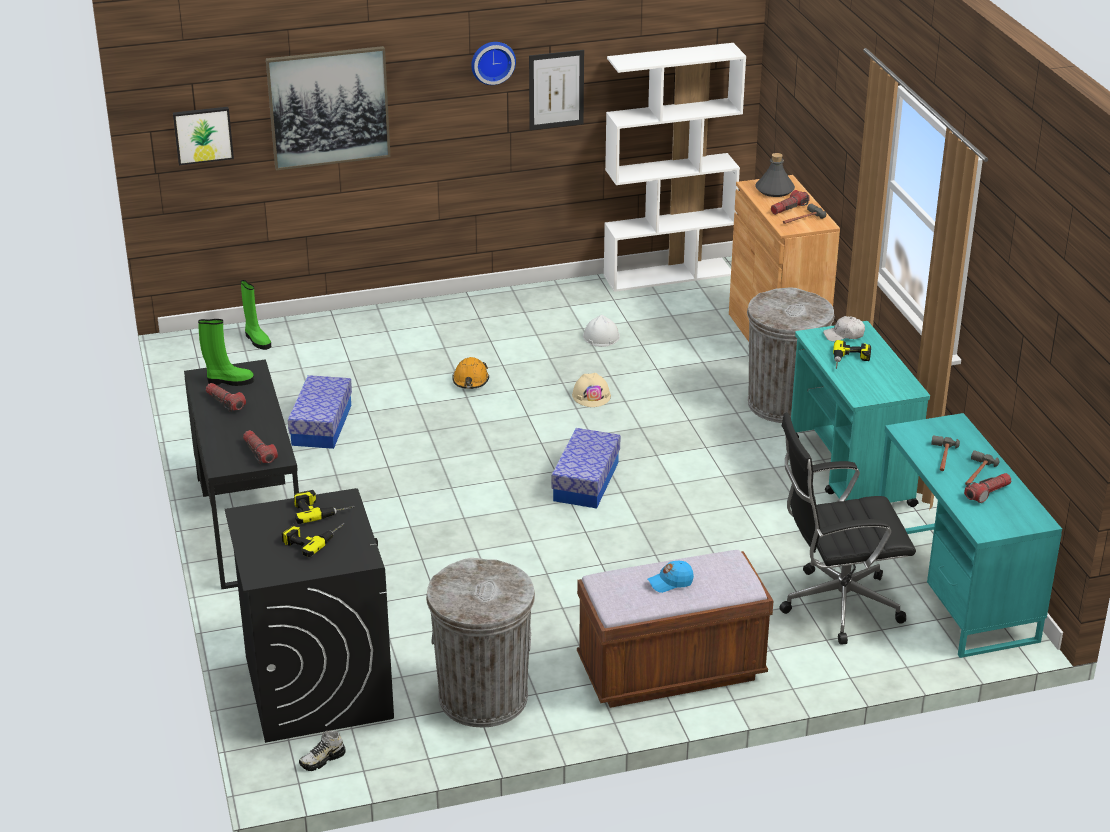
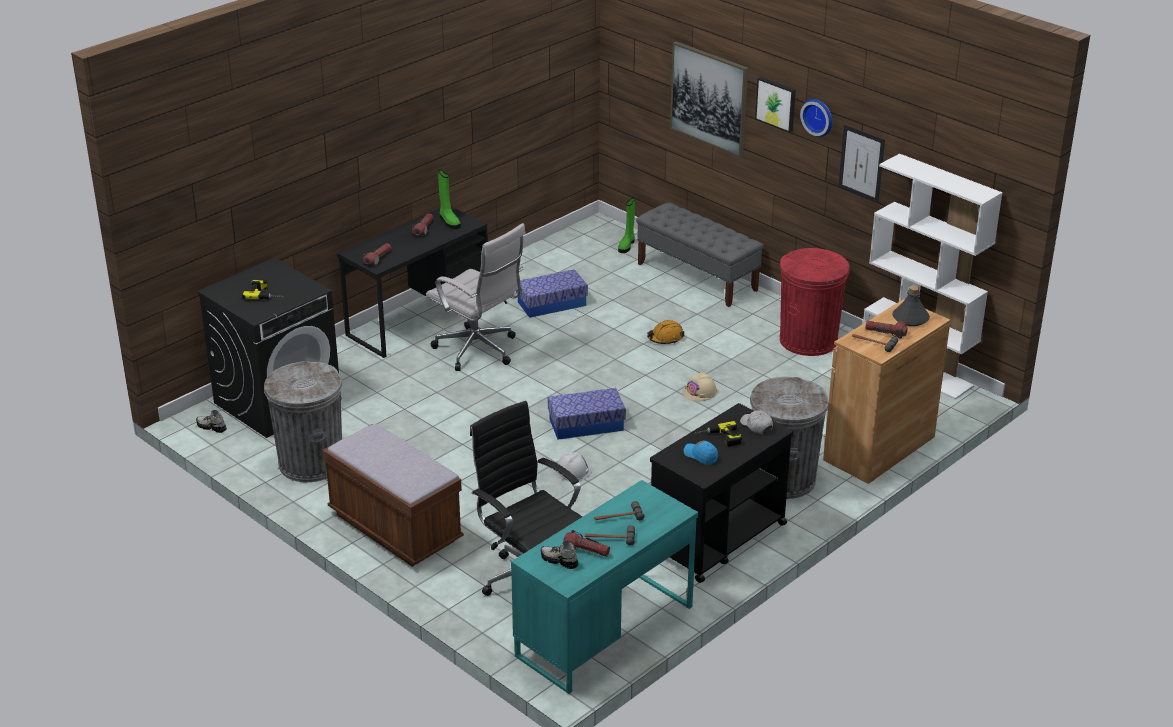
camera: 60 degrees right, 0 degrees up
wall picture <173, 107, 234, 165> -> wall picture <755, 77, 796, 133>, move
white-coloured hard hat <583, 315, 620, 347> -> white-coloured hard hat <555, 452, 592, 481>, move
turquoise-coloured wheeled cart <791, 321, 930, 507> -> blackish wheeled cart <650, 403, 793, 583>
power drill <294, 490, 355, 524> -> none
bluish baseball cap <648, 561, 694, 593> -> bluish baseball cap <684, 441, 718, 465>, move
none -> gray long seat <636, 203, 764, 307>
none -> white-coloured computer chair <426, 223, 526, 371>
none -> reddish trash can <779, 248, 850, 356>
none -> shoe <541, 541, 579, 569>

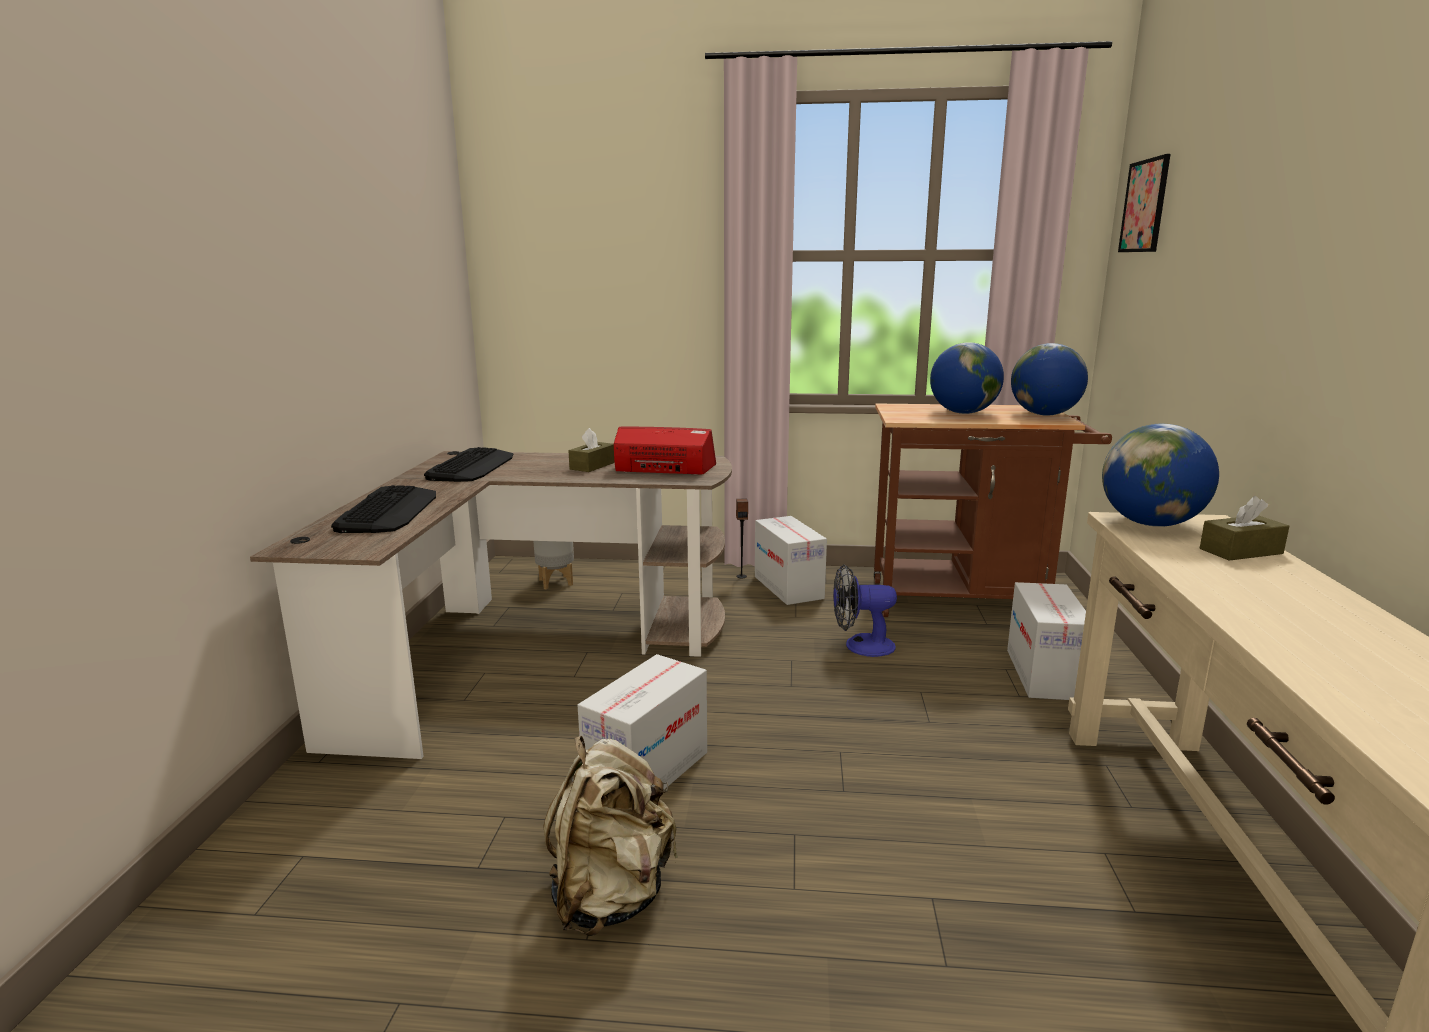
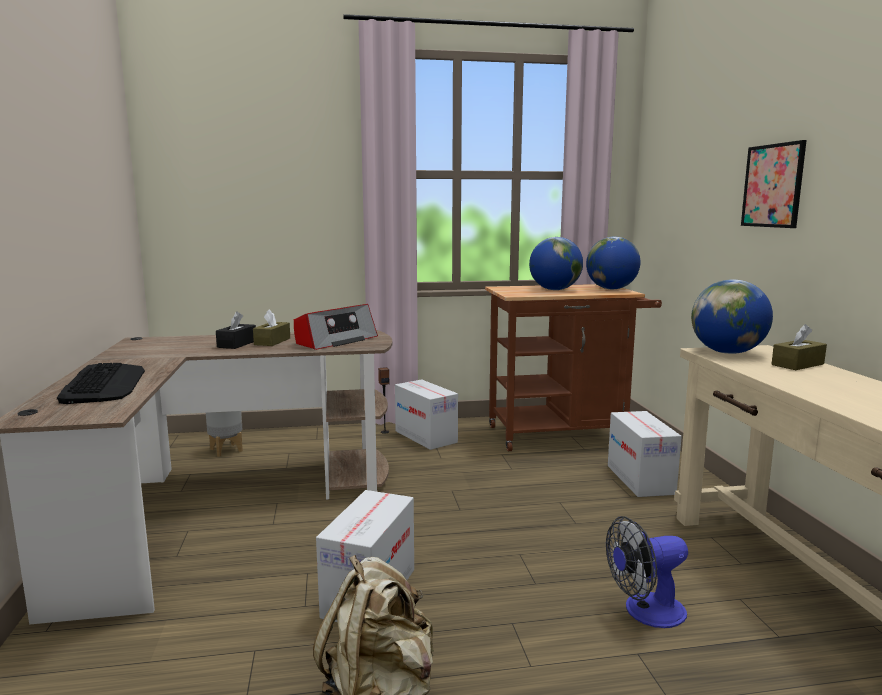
camera: 15 degrees left, 5 degrees down
wall picture <1118, 154, 1171, 252> -> wall picture <741, 140, 807, 228>, move
radio <614, 427, 716, 475> -> radio <294, 304, 378, 350>, 135 degrees clockwise
computer keyboard <424, 447, 513, 482> -> none
cooling fan <833, 565, 897, 657> -> cooling fan <606, 516, 688, 628>, move
none -> blackish tissue holder <216, 311, 256, 349>

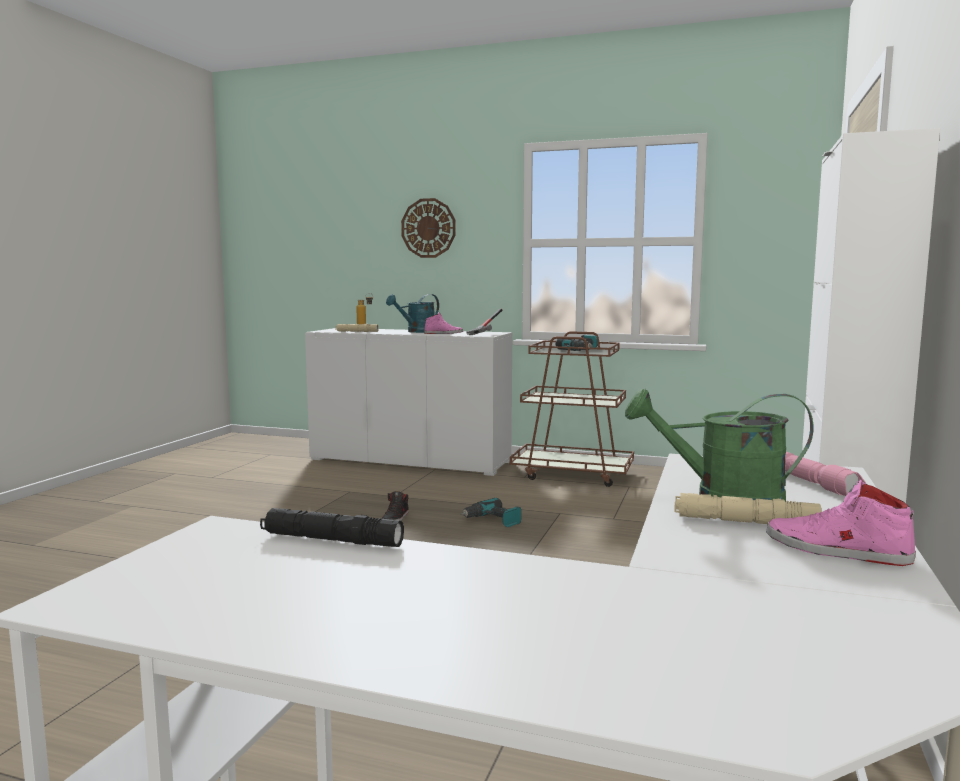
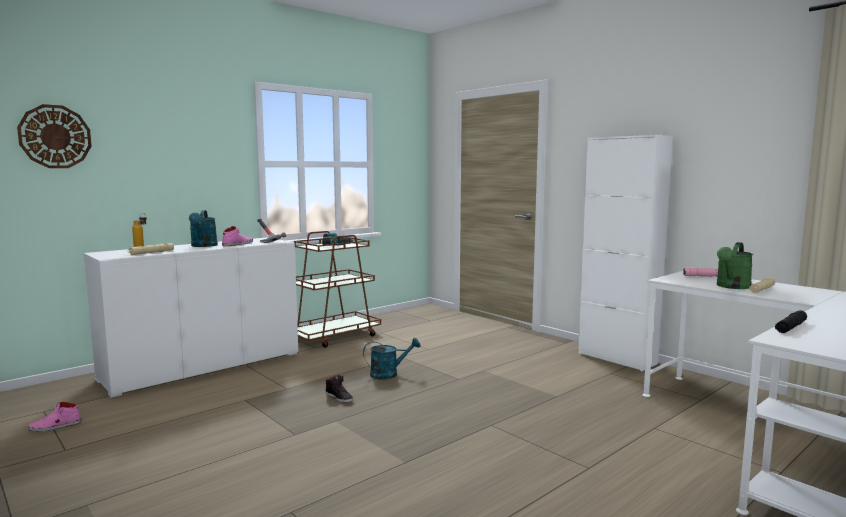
camera: 60 degrees left, 0 degrees up
clock on the wall <401, 198, 456, 258> -> clock on the wall <17, 104, 92, 168>, move
pink-coloured shoe <766, 480, 916, 566> -> pink-coloured shoe <28, 401, 81, 432>, move
power drill <461, 498, 521, 527> -> turquoise-coloured sprinkling can <363, 338, 420, 380>

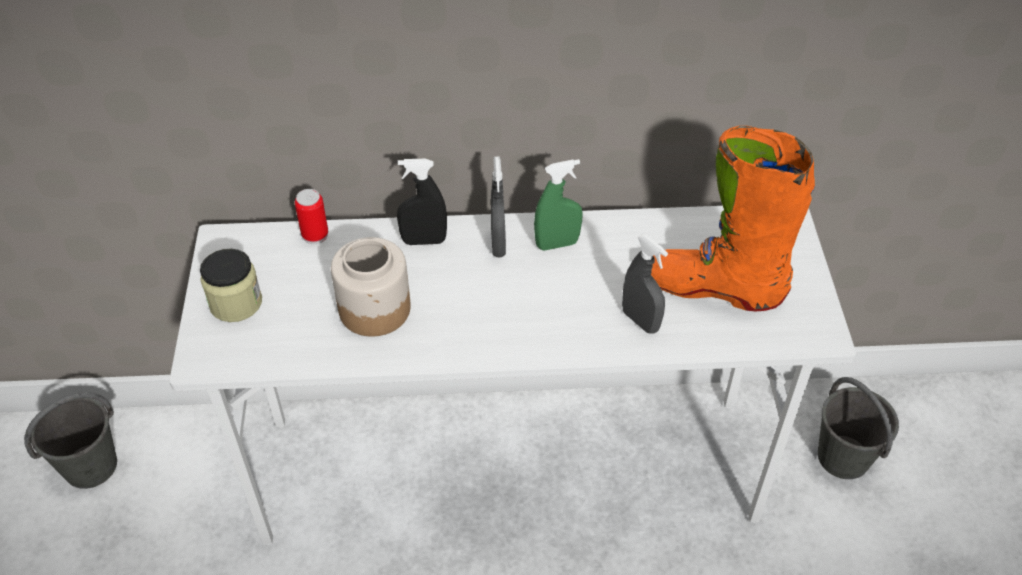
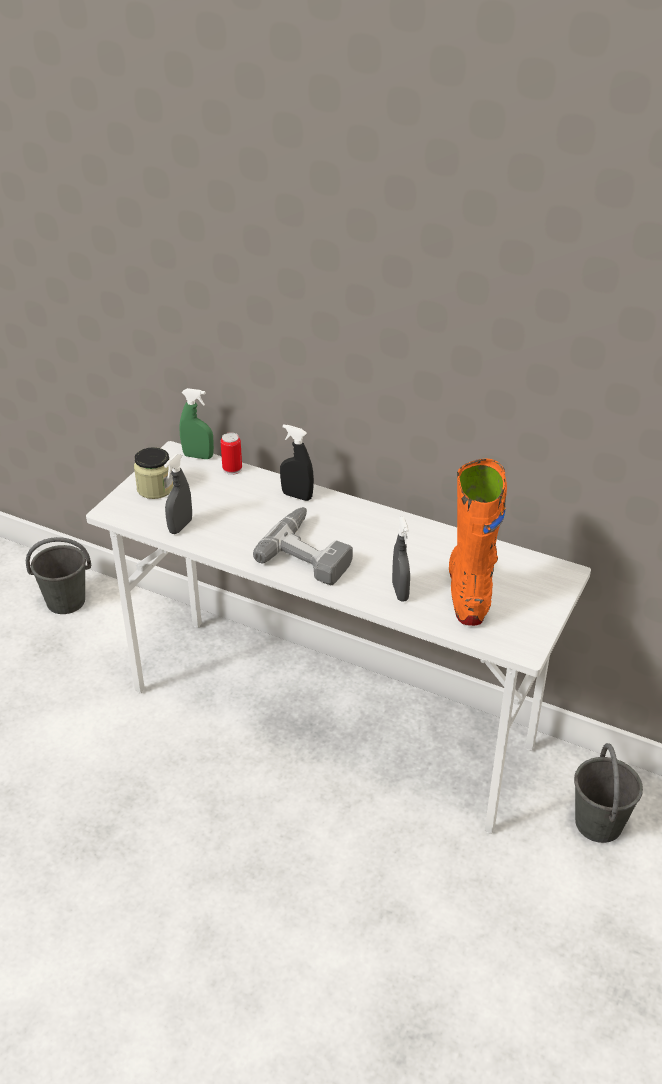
camera: 30 degrees right, 10 degrees down
orangey boot <651, 126, 815, 311> -> orangey boot <449, 459, 507, 626>, 45 degrees clockwise
gray spray bottle <491, 156, 506, 257> -> gray spray bottle <164, 454, 192, 534>, move
green-coloured spray bottle <534, 159, 583, 251> -> green-coloured spray bottle <179, 388, 214, 459>, move
preserve jar <331, 237, 411, 337> -> none
none -> power drill <253, 507, 353, 585>

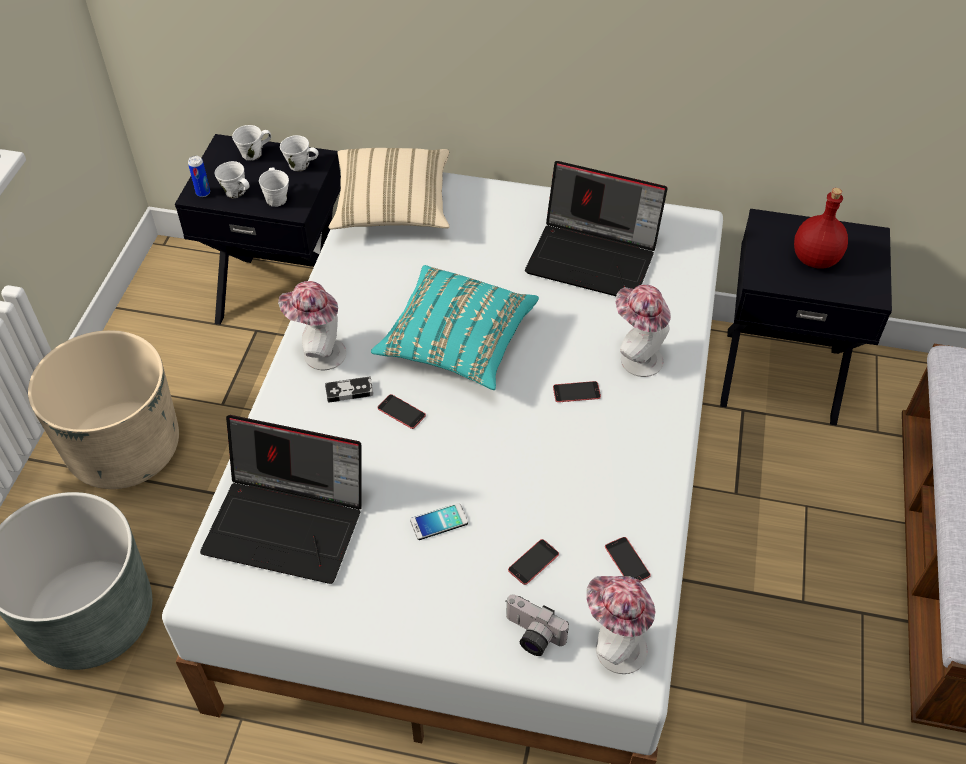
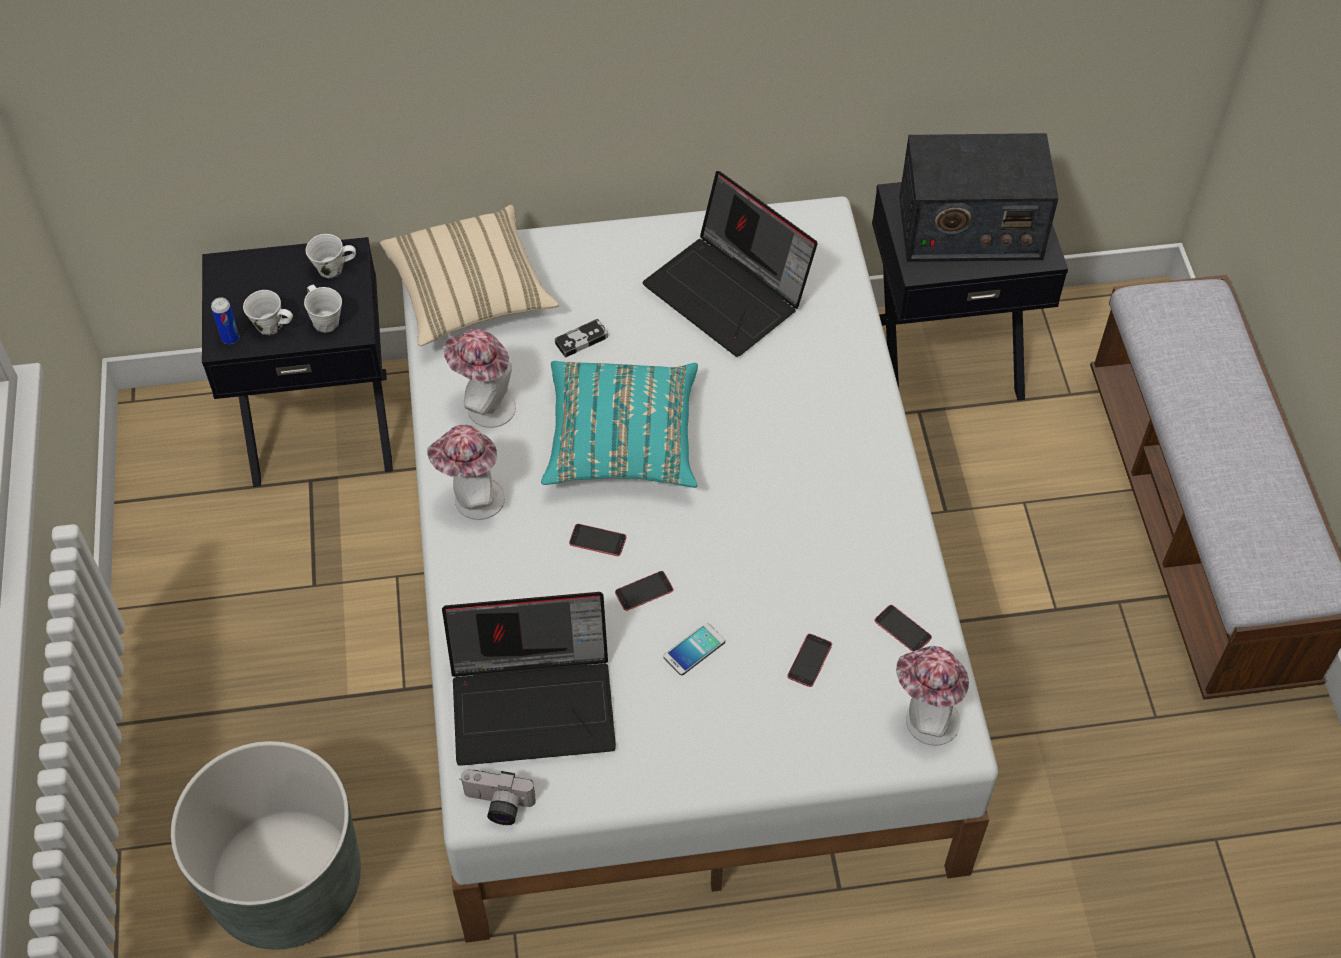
camera: 20 degrees left, 5 degrees up
white-coloured tea mug <232, 125, 271, 161> -> none
portable computer <525, 161, 668, 296> -> portable computer <642, 171, 818, 357>, 45 degrees clockwise
reddish drink bottle <794, 188, 848, 269> -> radio <899, 133, 1059, 262>
wearable hat <616, 284, 671, 377> -> wearable hat <443, 329, 516, 428>, move
sand-coloured planter <28, 330, 179, 489> -> none
game controller <325, 376, 373, 403> -> game controller <555, 319, 608, 358>, move
telephone <553, 381, 601, 402> -> telephone <615, 571, 673, 611>, move
photo camera <505, 594, 569, 656> -> photo camera <460, 769, 536, 825>, move

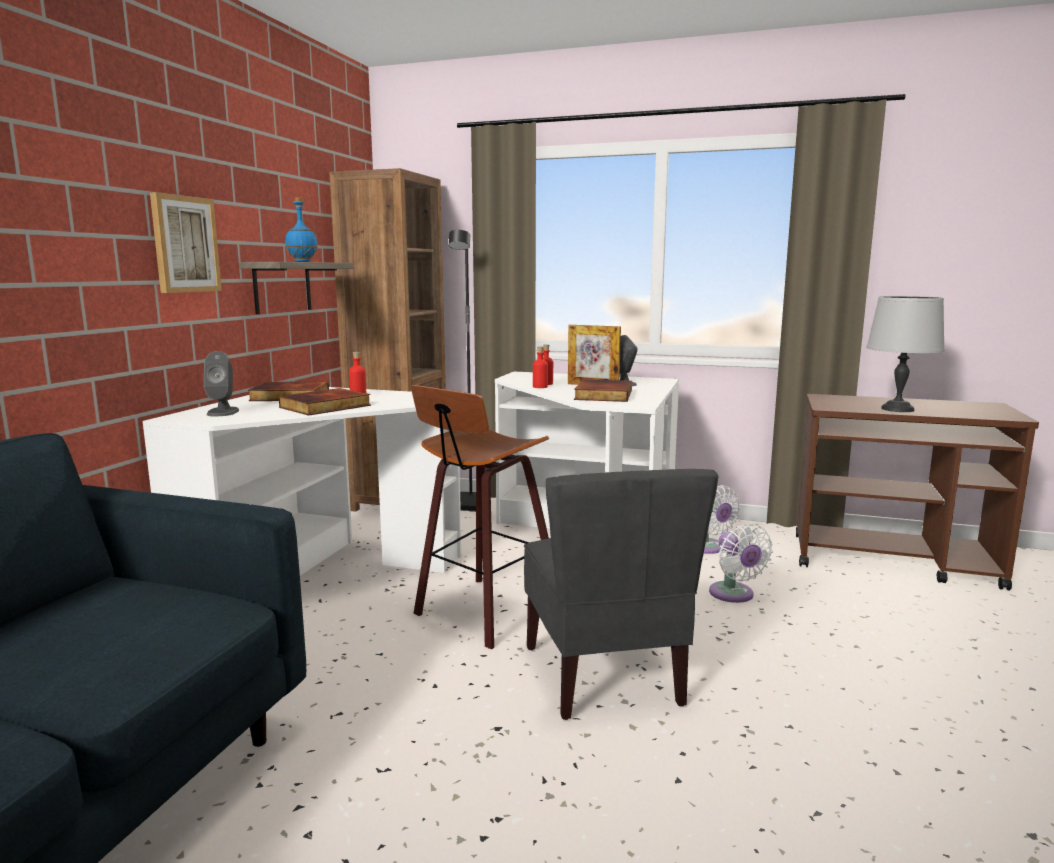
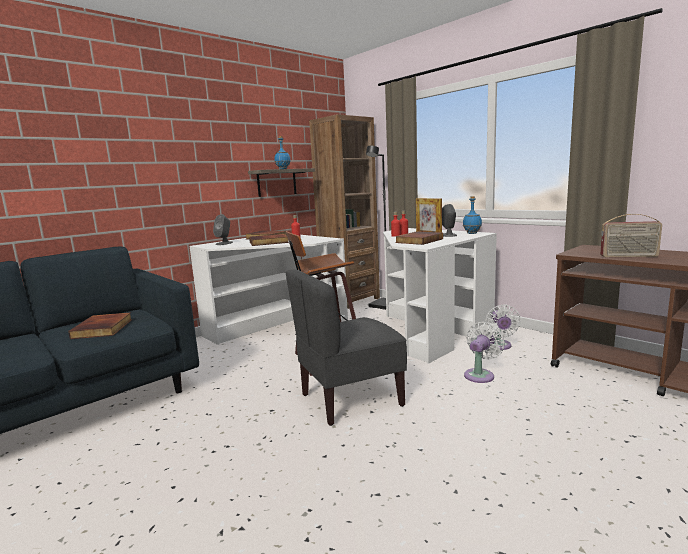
camera: 30 degrees right, 0 degrees up
wall picture <150, 192, 222, 293> -> none
gray lamp for a table <866, 296, 945, 412> -> radio <600, 214, 662, 257>
gray plain chair <524, 469, 718, 720> -> gray plain chair <286, 269, 407, 426>, 45 degrees clockwise
white-coloured cooling fan <709, 523, 773, 603> -> white-coloured cooling fan <464, 322, 505, 383>, 150 degrees counterclockwise
none -> bluish drink bottle <463, 196, 482, 234>
none -> bound book <68, 312, 132, 339>

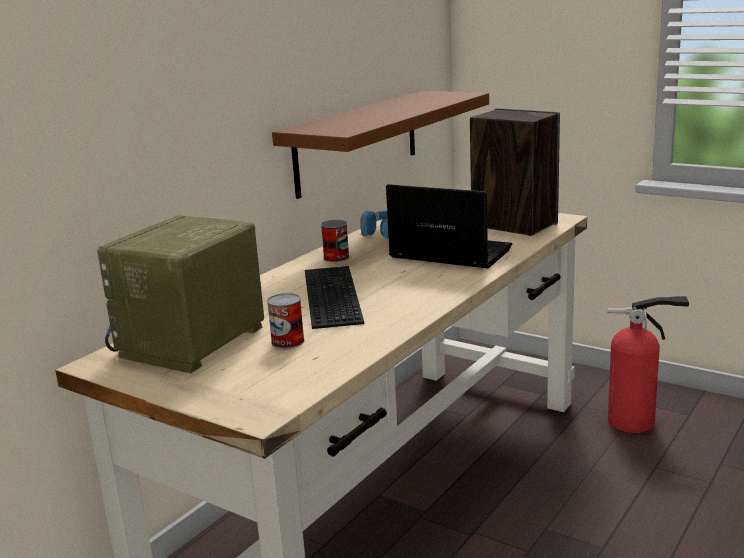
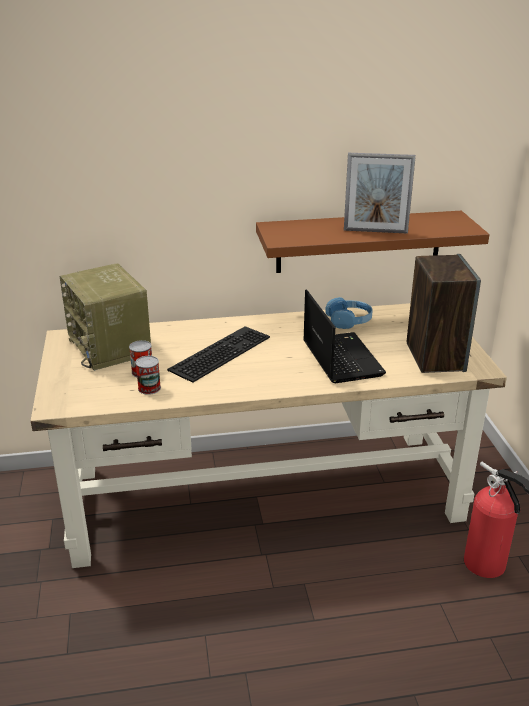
camera: 45 degrees right, 10 degrees up
radio <97, 215, 264, 373> -> radio <60, 263, 151, 371>, 105 degrees counterclockwise
can <321, 220, 349, 262> -> can <135, 356, 161, 395>, move
none -> standing frame <344, 153, 416, 234>

